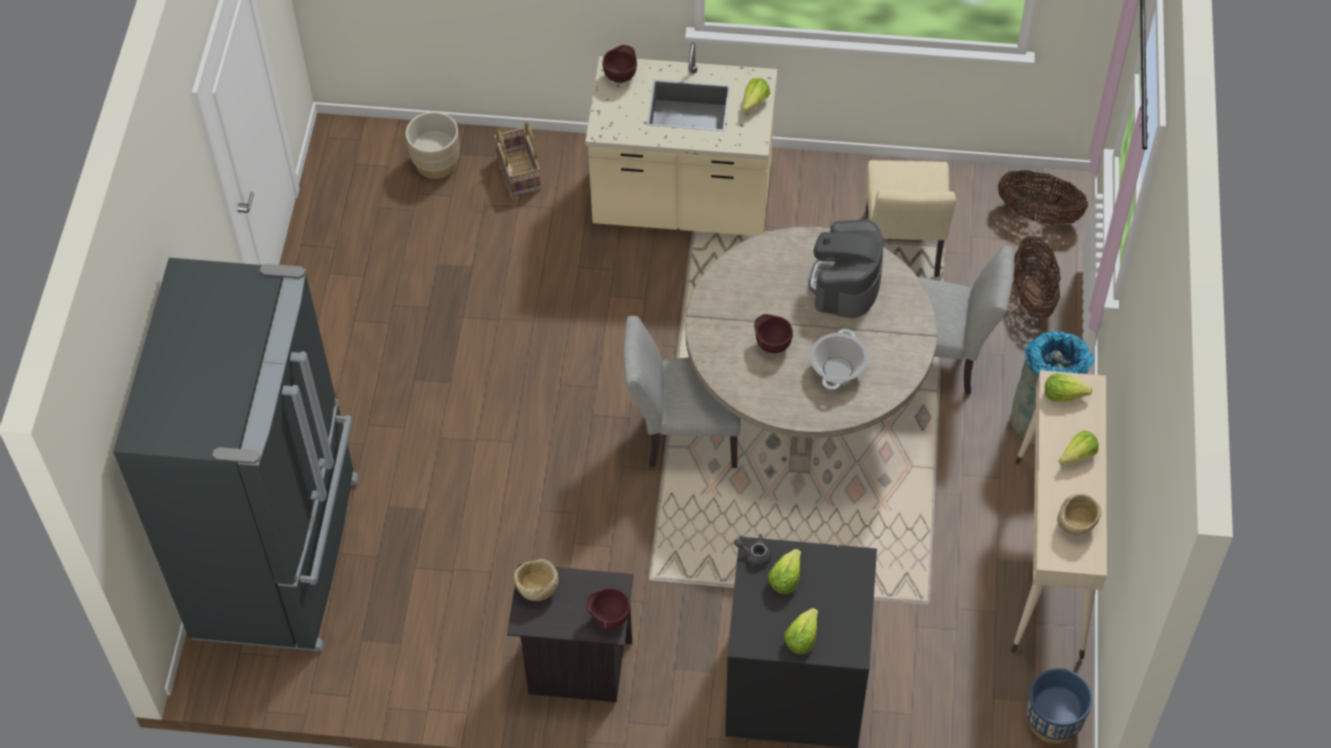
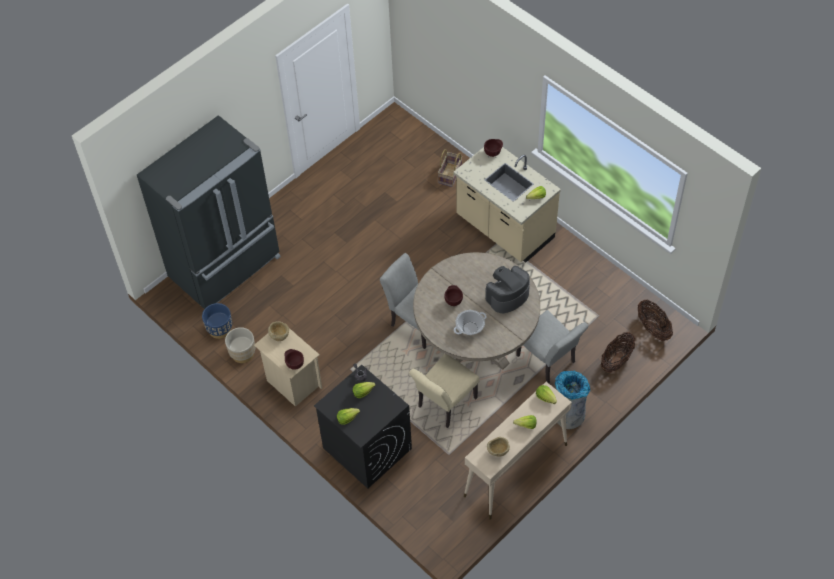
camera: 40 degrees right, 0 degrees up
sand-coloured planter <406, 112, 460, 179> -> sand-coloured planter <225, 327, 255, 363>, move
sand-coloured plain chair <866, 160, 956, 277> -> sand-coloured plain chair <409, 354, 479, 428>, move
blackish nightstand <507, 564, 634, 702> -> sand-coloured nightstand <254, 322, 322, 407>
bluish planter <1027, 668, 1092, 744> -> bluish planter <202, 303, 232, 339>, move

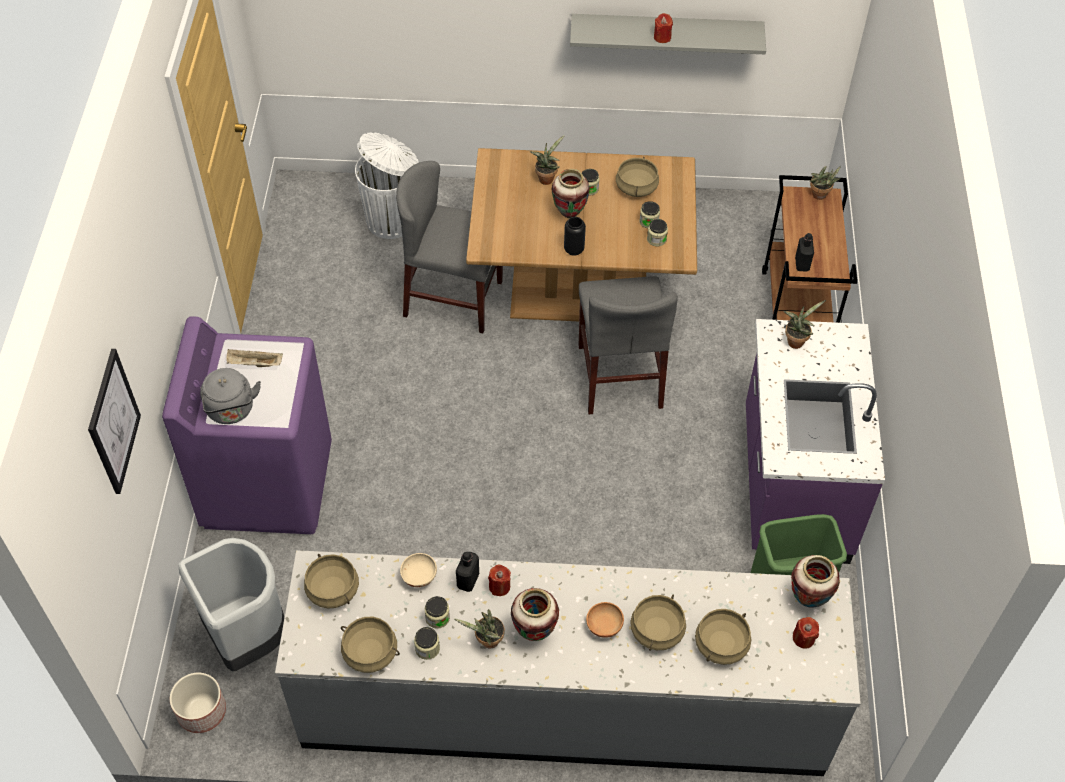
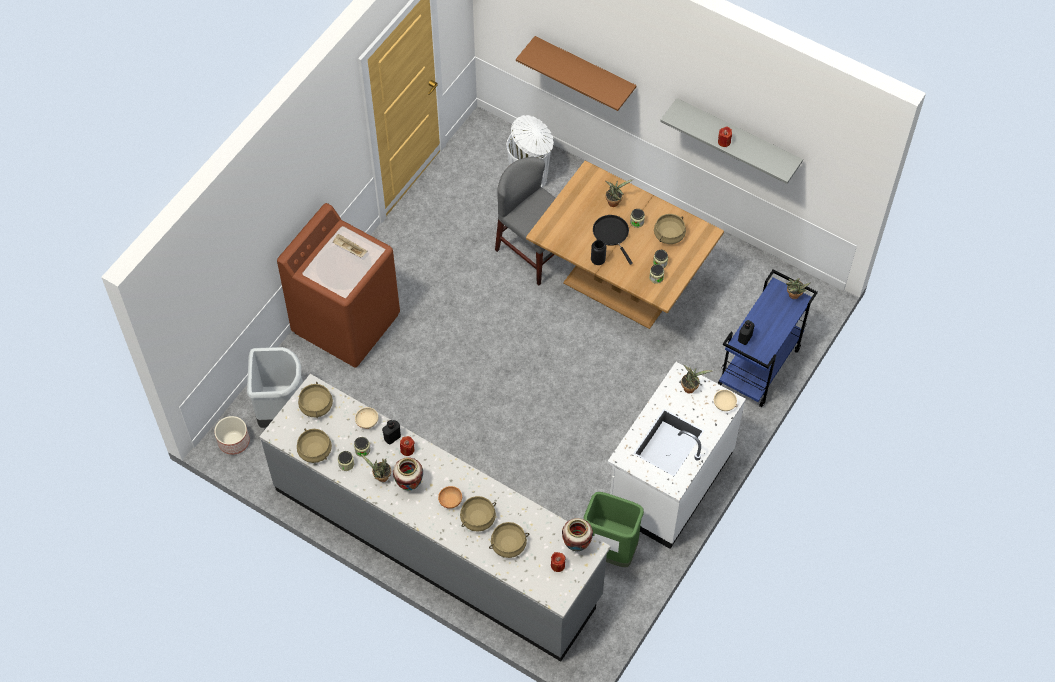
camera: 30 degrees right, 5 degrees up
vase <552, 169, 590, 219> -> blackish pan <593, 215, 633, 265>
brown-coloured wheeled cart <762, 175, 857, 323> -> bluish wheeled cart <718, 269, 818, 407>
gray plain chair <579, 276, 678, 414> -> none
purple laundry machine <162, 316, 332, 534> -> brown-coloured laundry machine <277, 203, 400, 368>
purple counter <746, 319, 885, 564> -> white-coloured counter <608, 362, 746, 549>
wall picture <88, 349, 141, 494> -> none
gray water kettle <200, 368, 261, 424> -> none
none -> brown-coloured bracket shelf <516, 36, 637, 111>
none -> sand-coloured serving bowl <714, 390, 737, 411>

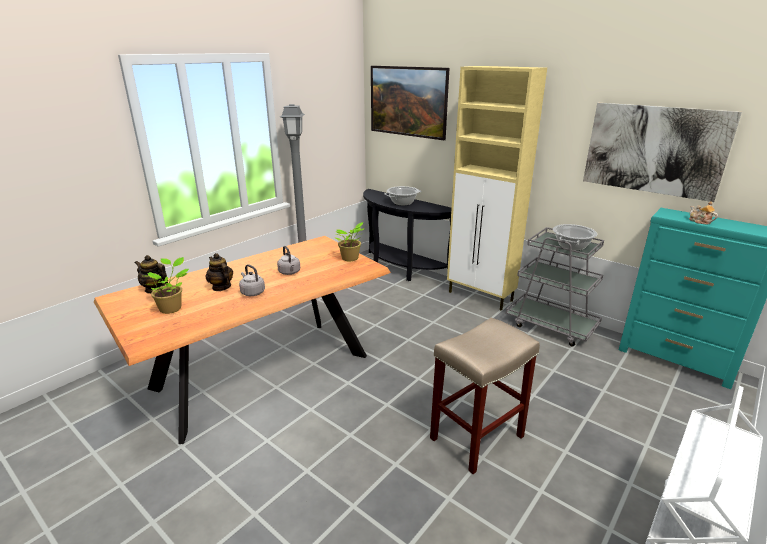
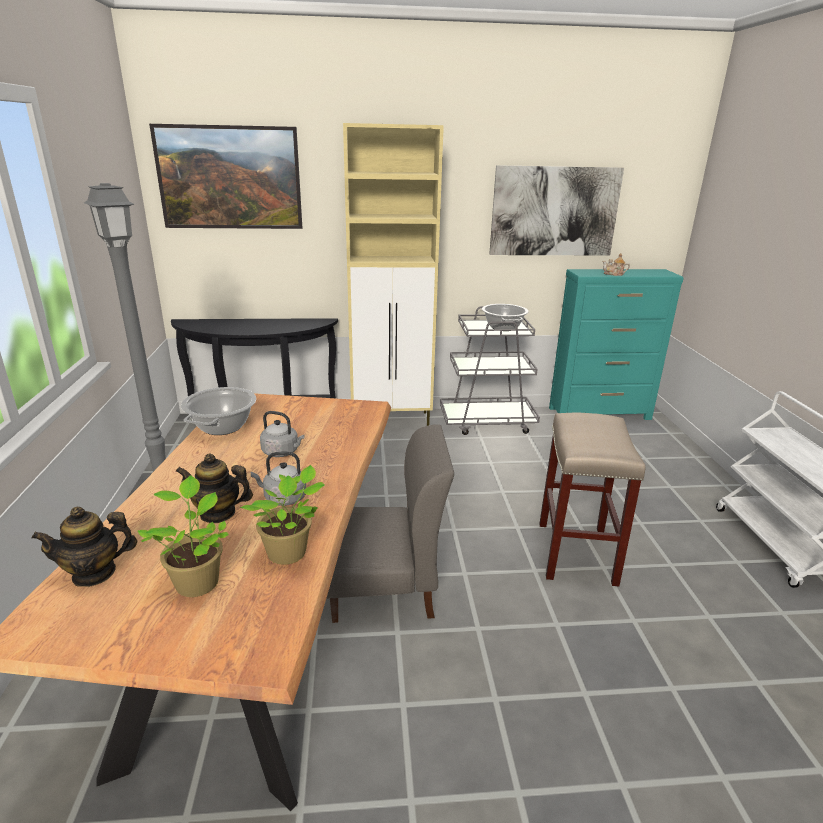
camera: 45 degrees left, 0 degrees up
stockpot <384, 186, 422, 206> -> stockpot <181, 387, 256, 435>, move
plant in a pot <335, 222, 365, 261> -> plant in a pot <240, 465, 325, 565>, move
none -> gray plain chair <326, 424, 454, 623>

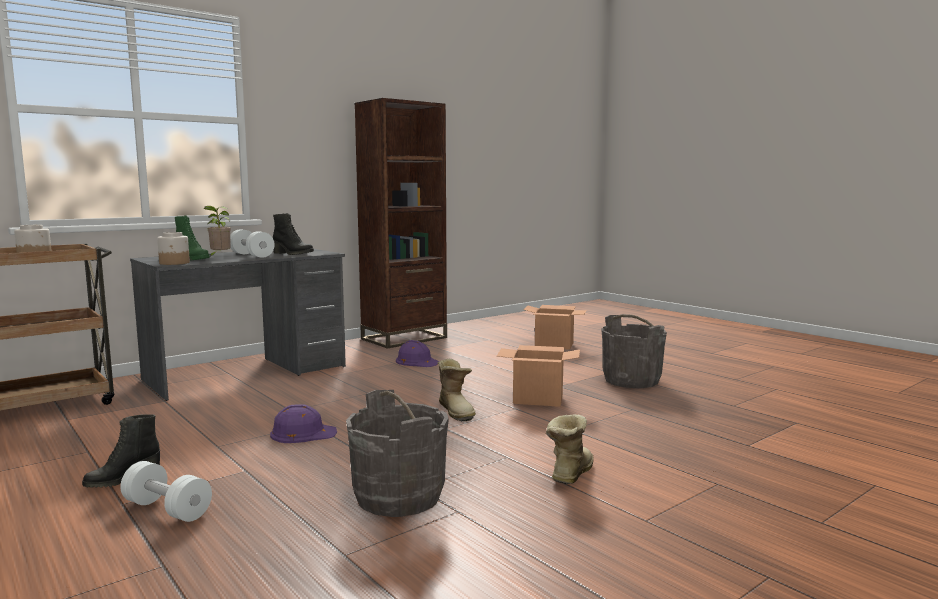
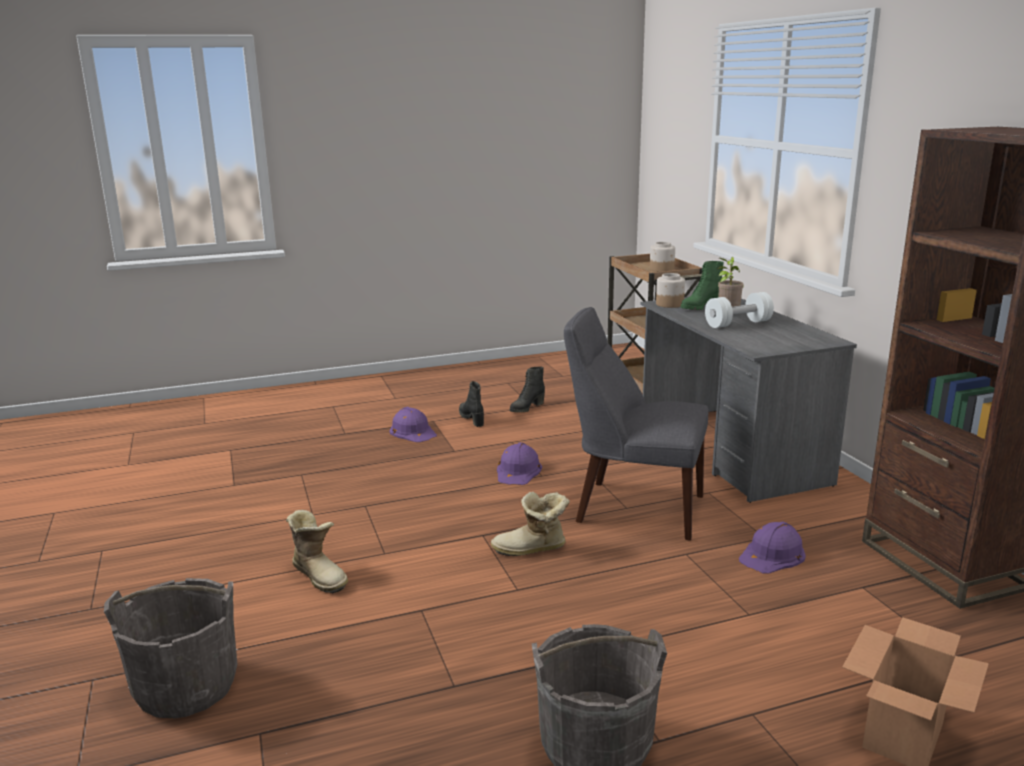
camera: 110 degrees right, 10 degrees up
blackish boot <273, 213, 314, 255> -> blackish boot <510, 367, 545, 413>, move
carton <497, 345, 580, 407> -> none
gray bucket <346, 390, 449, 517> -> gray bucket <104, 578, 238, 718>, move
white-coloured hand weight <120, 461, 212, 522> -> purple hard hat <390, 407, 437, 442>
none -> gray plain chair <564, 307, 709, 540>

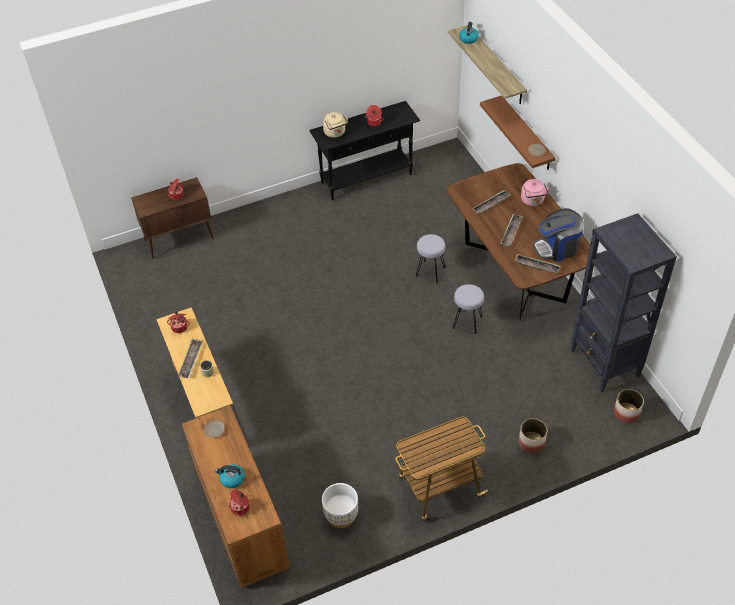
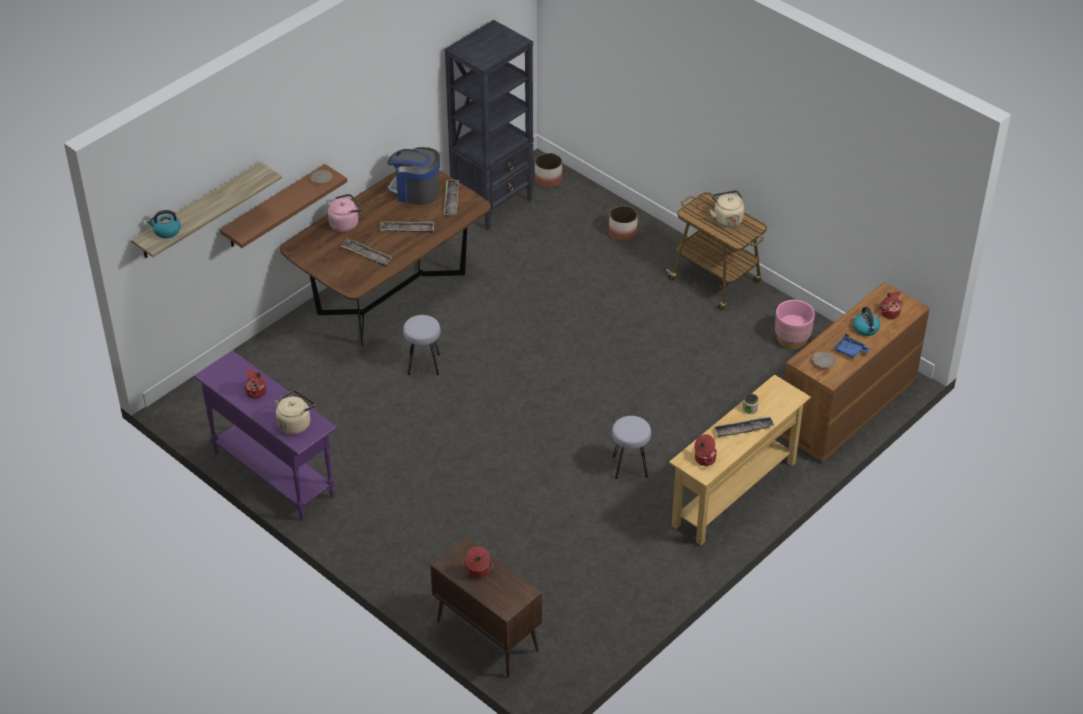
camera: 115 degrees left, 5 degrees down
blackish hall table <309, 101, 420, 200> -> purple hall table <194, 350, 337, 521>
coffee brewer <533, 208, 584, 262> -> coffee brewer <387, 147, 440, 205>, 150 degrees clockwise
gray sitting stool <453, 284, 484, 334> -> gray sitting stool <612, 416, 651, 479>, move
white-coloured planter <322, 483, 358, 528> -> pink-coloured planter <775, 300, 815, 349>
none -> sand-coloured water kettle <710, 190, 744, 227>
none -> bluish serving tray <833, 334, 871, 358>

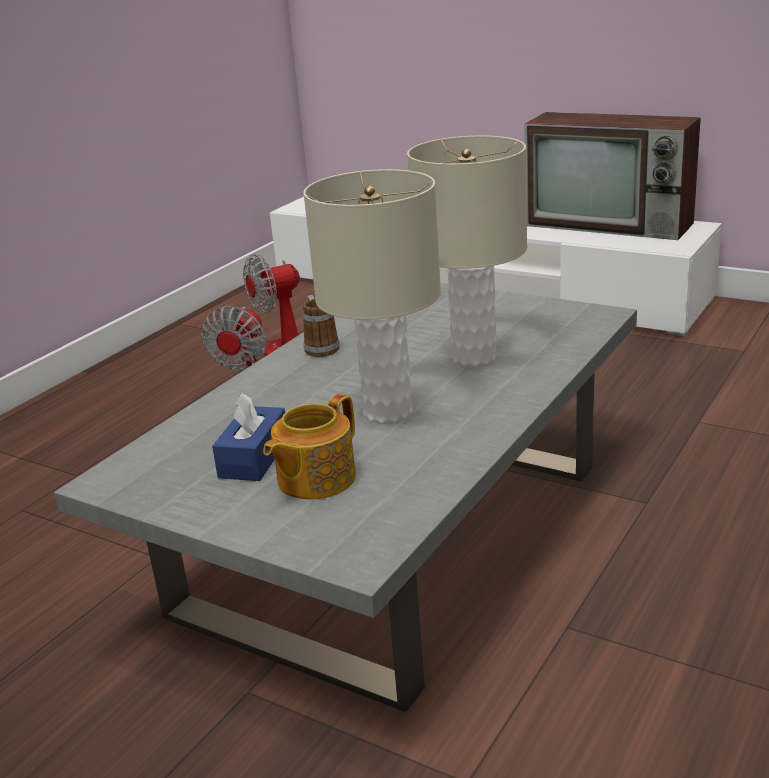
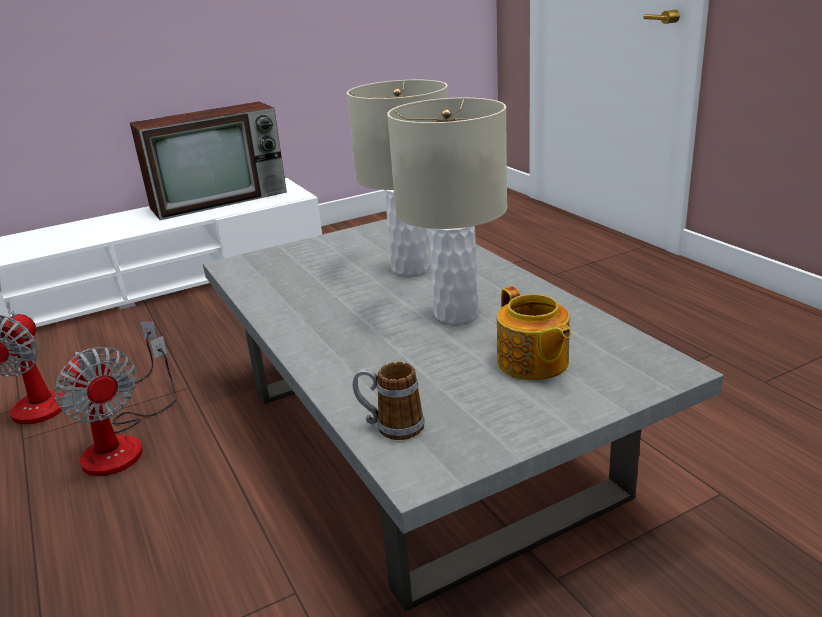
camera: 60 degrees left, 0 degrees up
tea mug <303, 295, 340, 357> -> tea mug <353, 362, 425, 440>, move
bluish tissue holder <212, 393, 285, 481> -> none

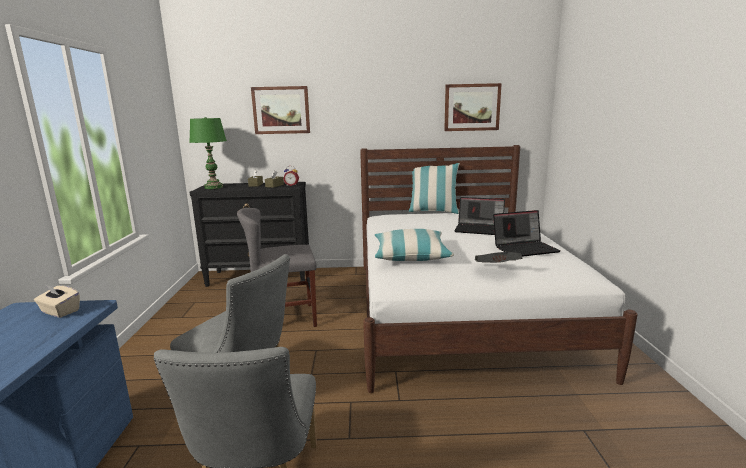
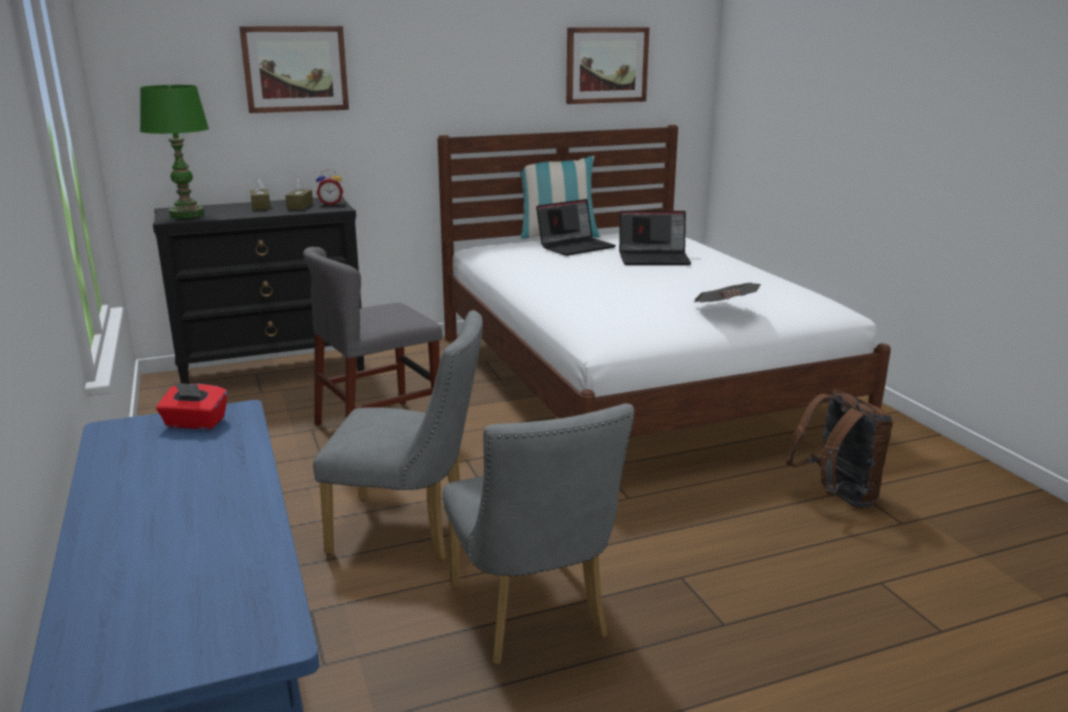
camera: 20 degrees left, 5 degrees up
portable computer <493, 210, 560, 257> -> portable computer <536, 199, 616, 256>, move
cushion <375, 229, 454, 261> -> none
sand-coloured tissue holder <34, 284, 80, 318> -> reddish tissue holder <156, 382, 227, 429>
none -> brown-coloured knapsack <786, 390, 893, 509>

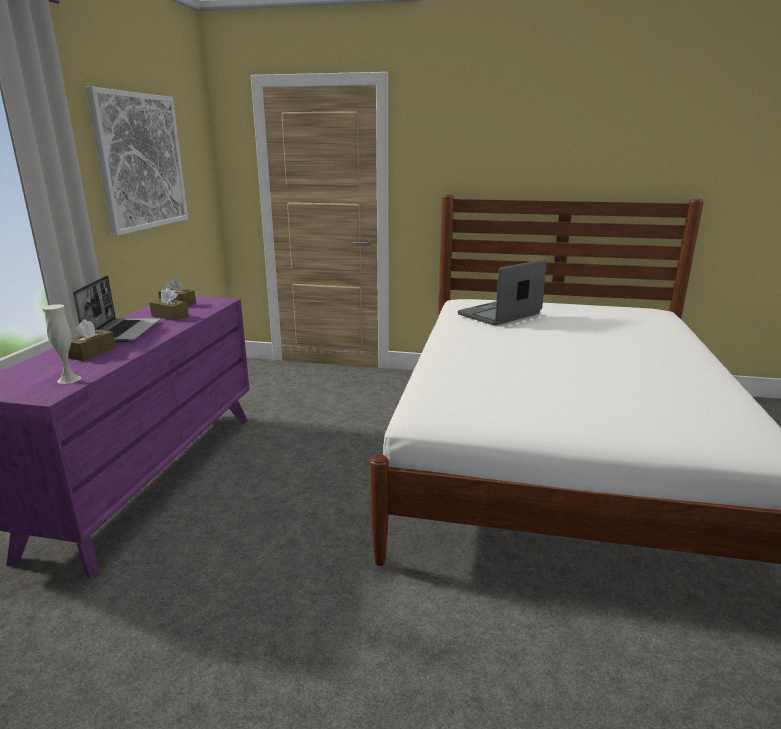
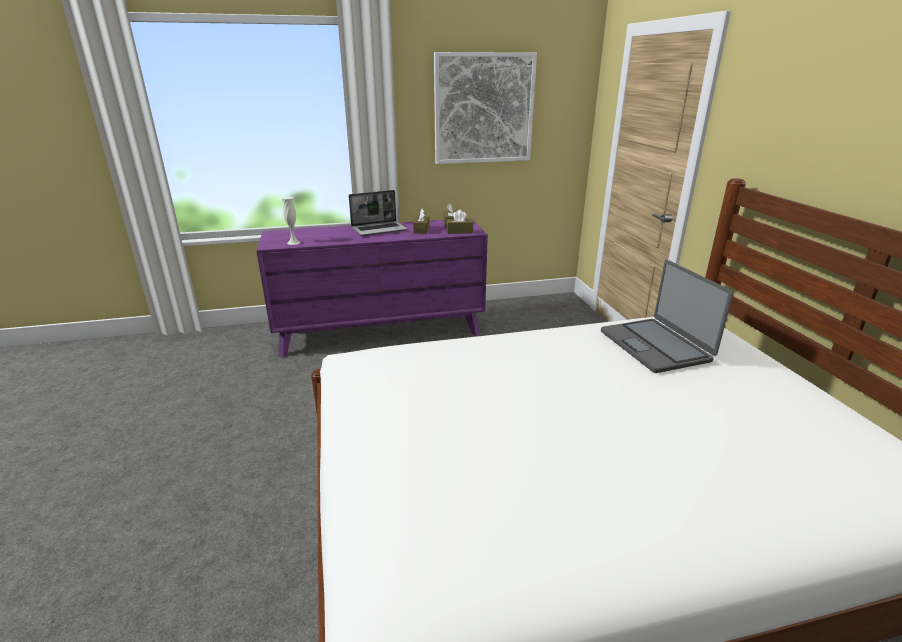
camera: 65 degrees right, 5 degrees up
portable computer <458, 259, 547, 326> -> portable computer <601, 260, 733, 373>, 135 degrees counterclockwise
brown-coloured tissue holder <68, 319, 116, 361> -> brown-coloured tissue holder <446, 210, 473, 234>, move

